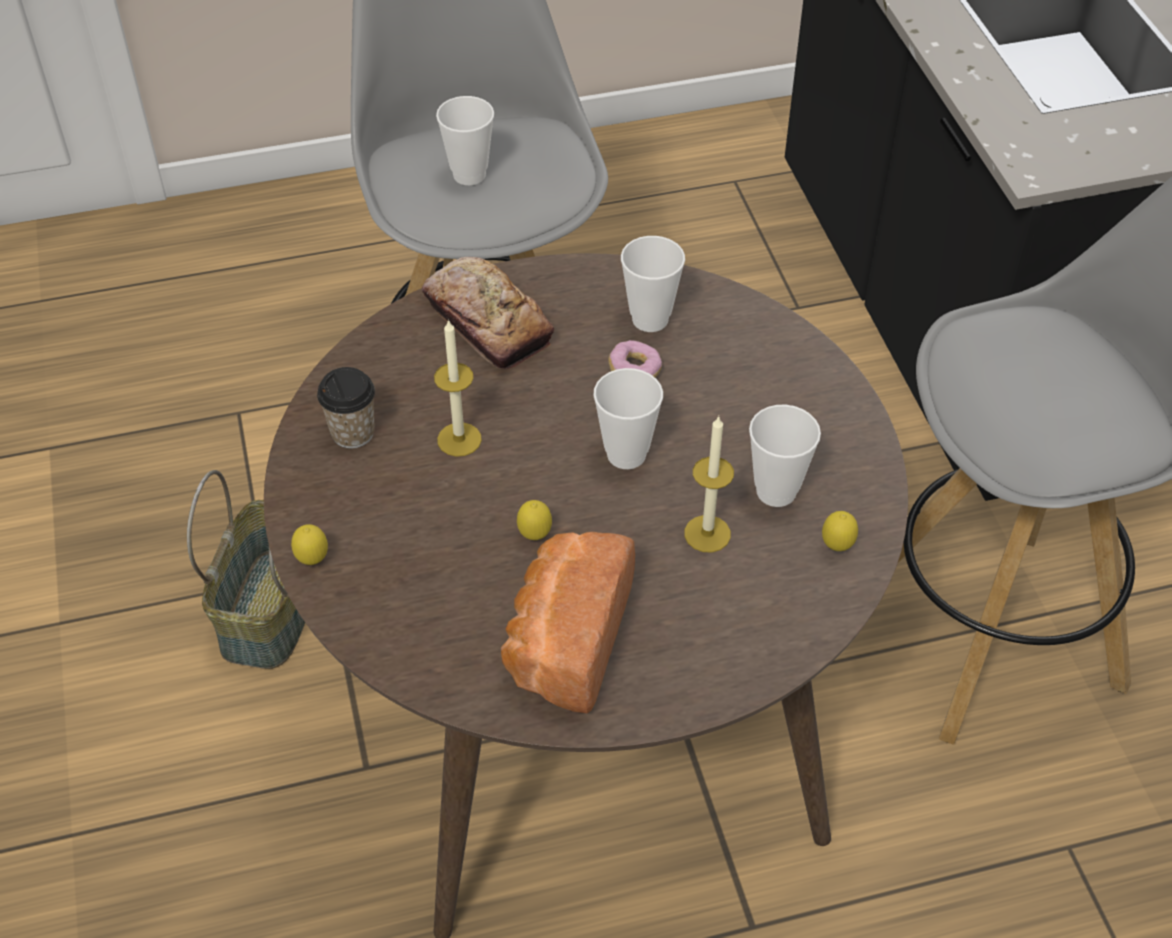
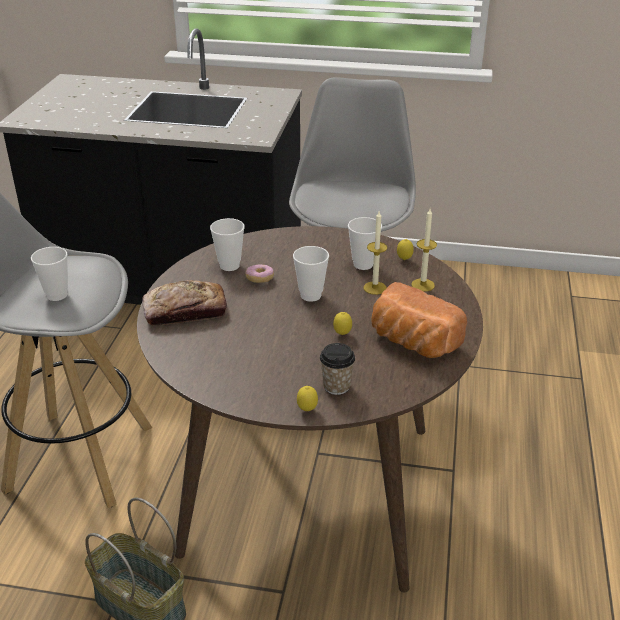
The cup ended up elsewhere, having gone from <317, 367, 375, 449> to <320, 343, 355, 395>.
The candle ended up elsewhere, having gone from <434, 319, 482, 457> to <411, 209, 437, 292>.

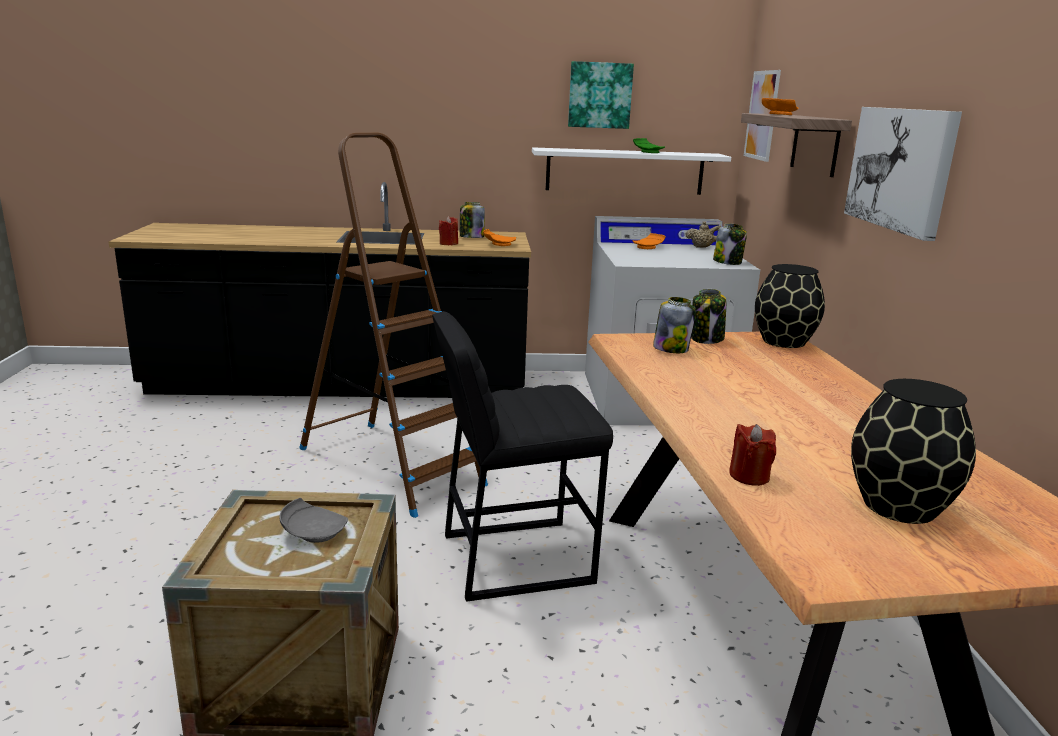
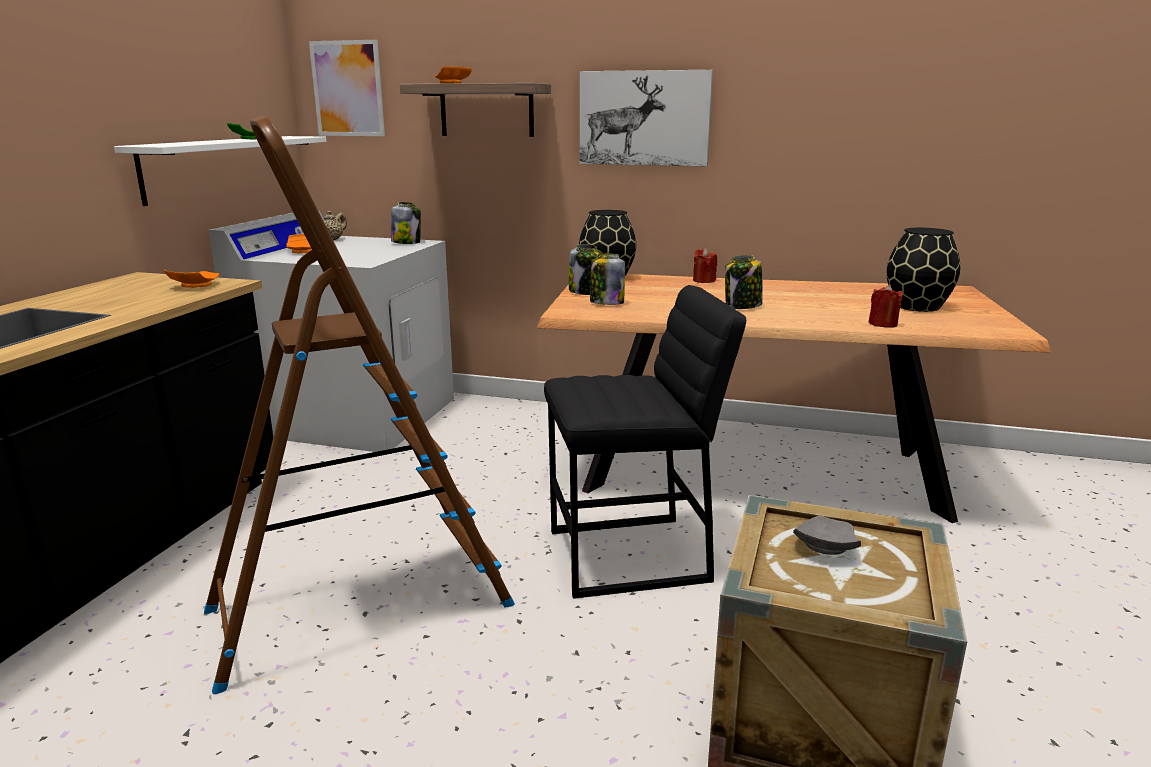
The second view lost the picture at <568, 61, 634, 129>.
The red_candle ended up elsewhere, having gone from <439, 216, 458, 245> to <693, 248, 717, 283>.
The jar ended up elsewhere, having gone from <460, 202, 485, 238> to <725, 255, 763, 309>.
The black_chair at <432, 311, 613, 602> ended up facing another way, 105 degrees counterclockwise from before.

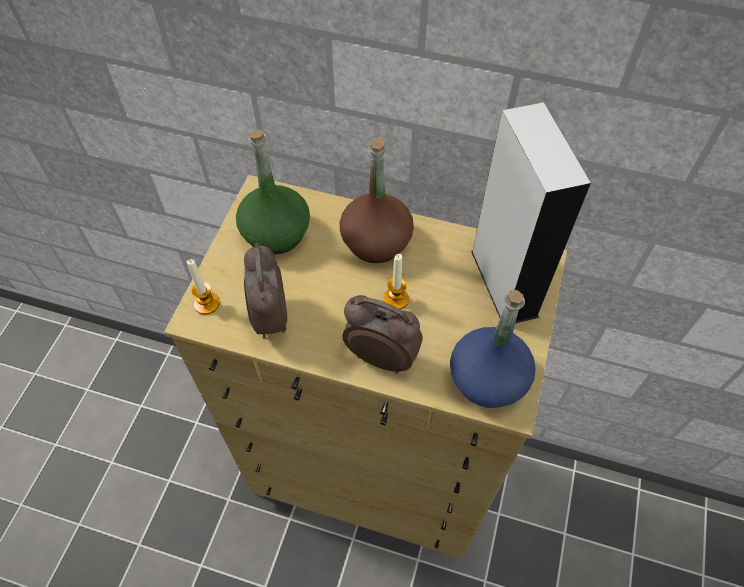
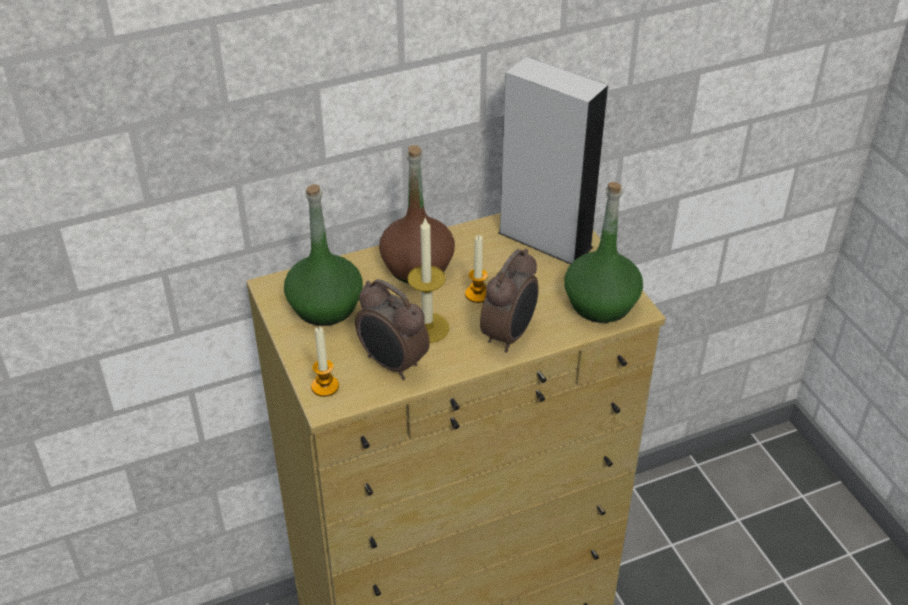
The second view gained the candle at <407, 217, 449, 343>.
What was the blue_bottle at <450, 290, 536, 408> turned into the green_bottle at <564, 182, 643, 323>.
The alarm_clock at <342, 295, 423, 374> ended up facing another way, 135 degrees clockwise from before.

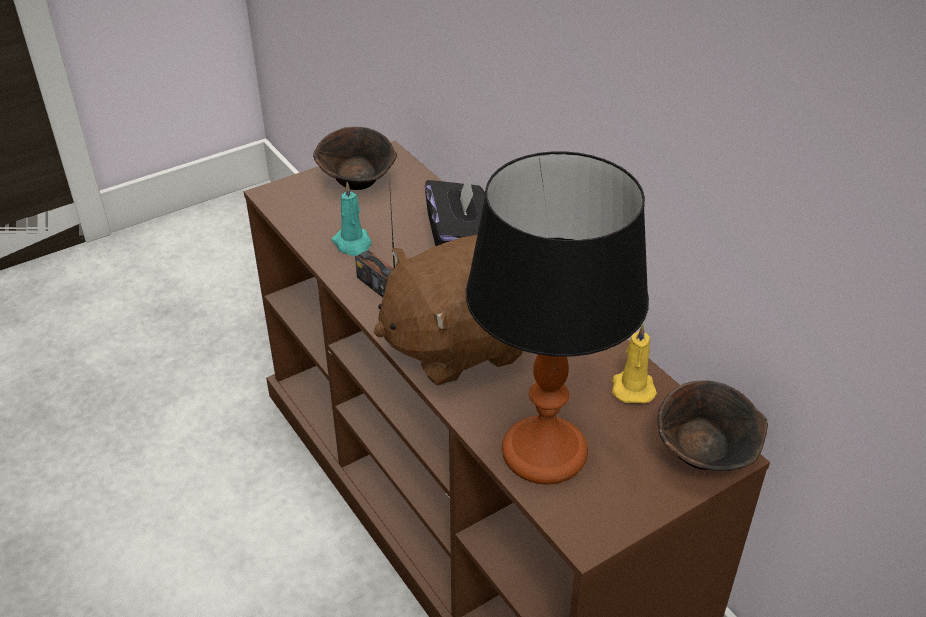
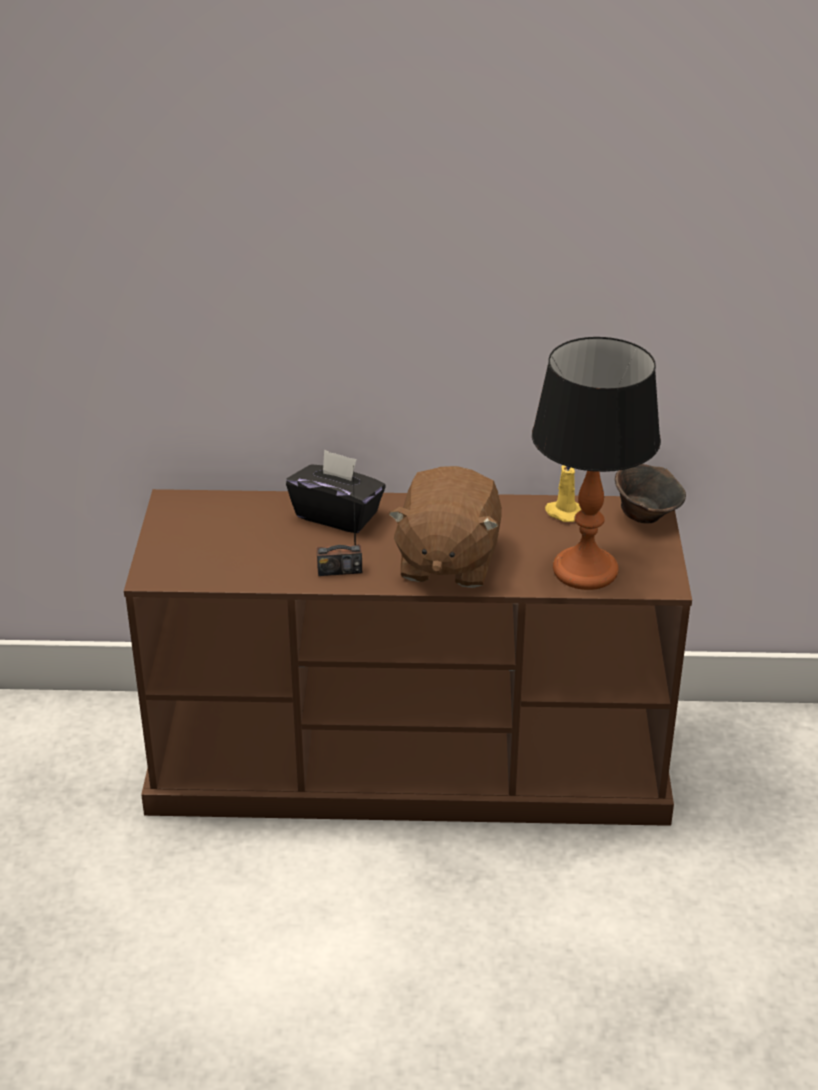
The second view lost the brown_bowl at <313, 127, 397, 190>.
The second view lost the turquoise_candle at <332, 182, 371, 257>.

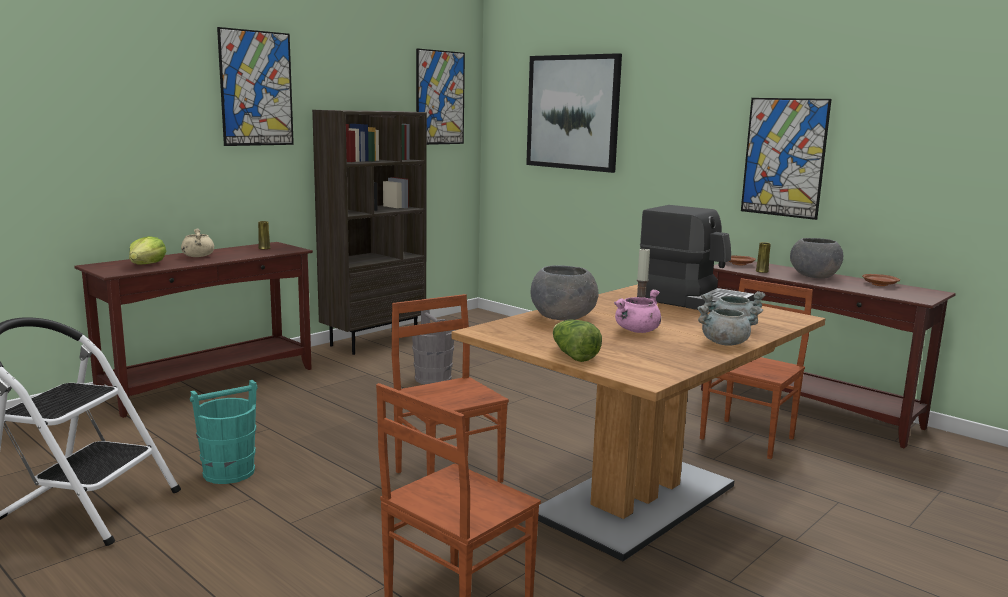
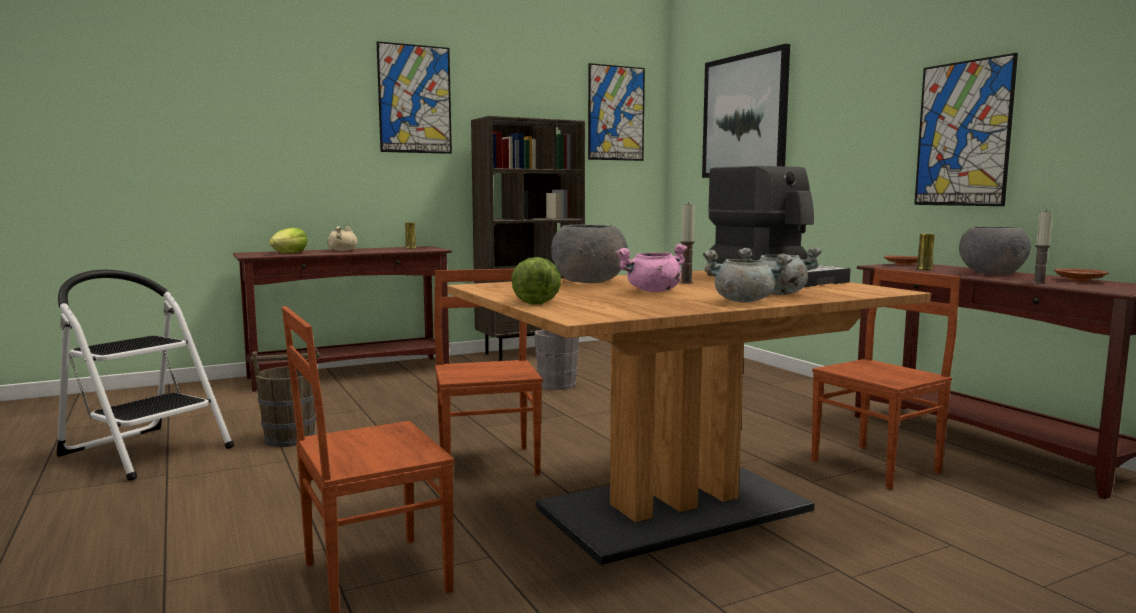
The second view gained the candle at <1032, 212, 1053, 284>.
What was the turquoise_bucket at <190, 380, 258, 484> turned into the brown_bucket at <250, 348, 320, 447>.

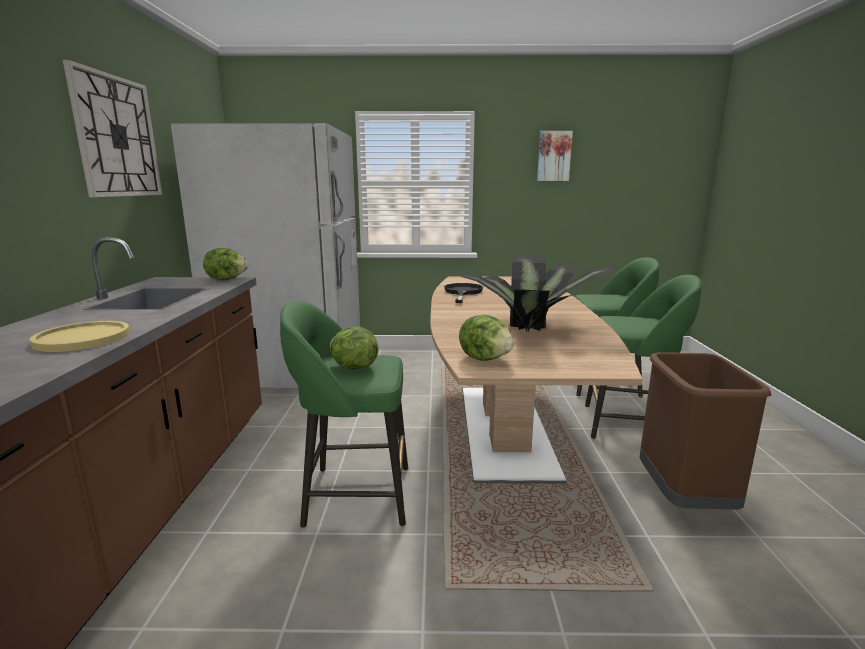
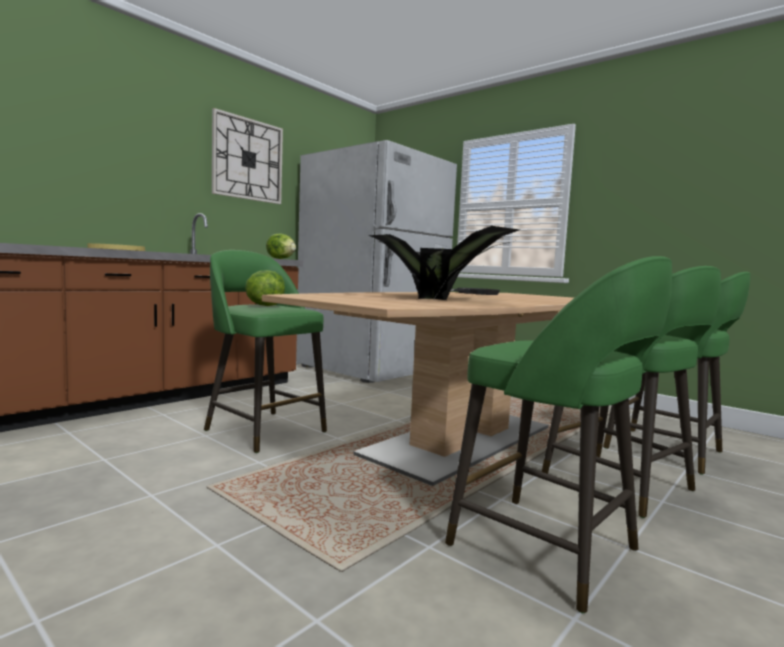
The second view lost the lettuce at <459, 315, 514, 361>.
The second view lost the picture at <537, 131, 573, 181>.
Where the brown_trash_can stood at <640, 352, 771, 510>, the green_stool came to stand at <445, 256, 672, 613>.

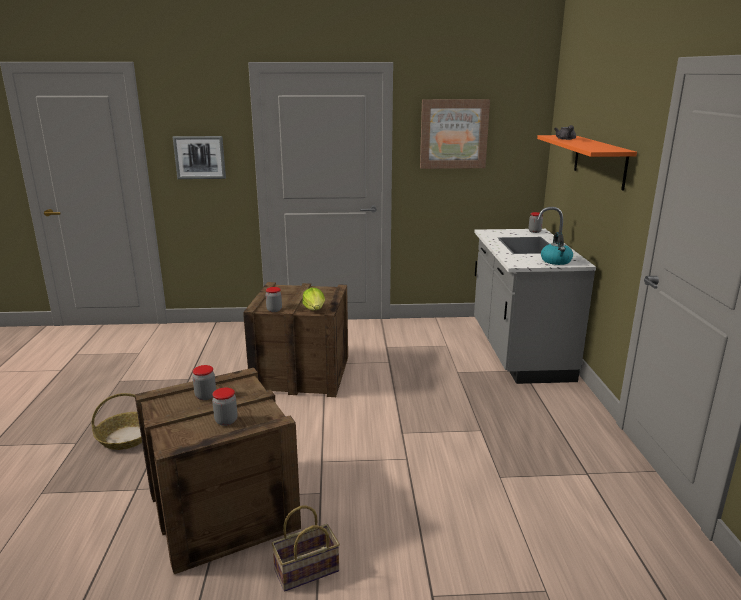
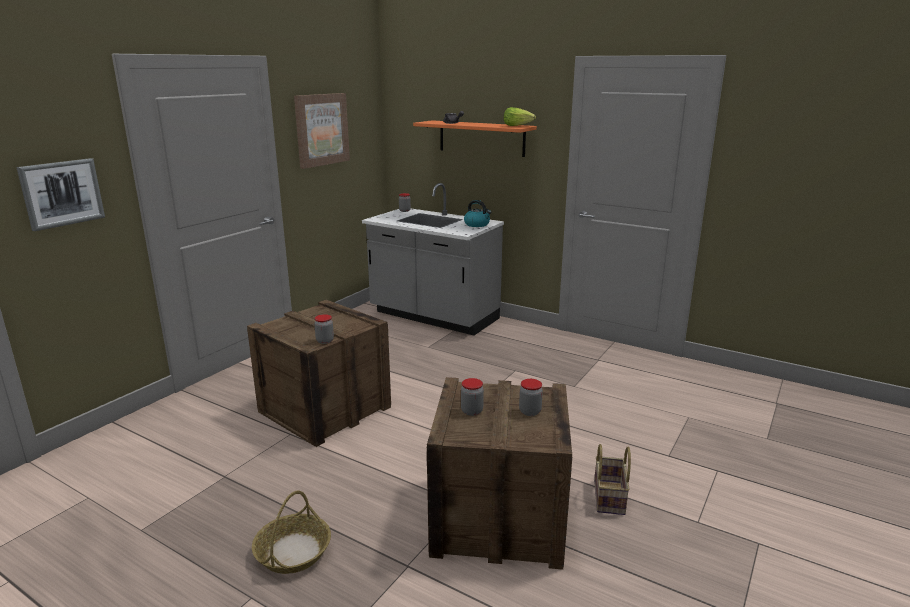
The lettuce ended up elsewhere, having gone from <302, 287, 325, 310> to <504, 107, 536, 126>.

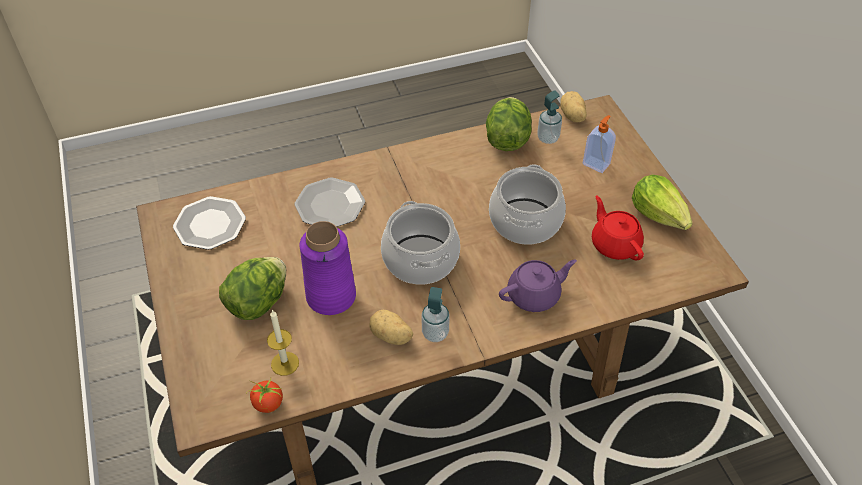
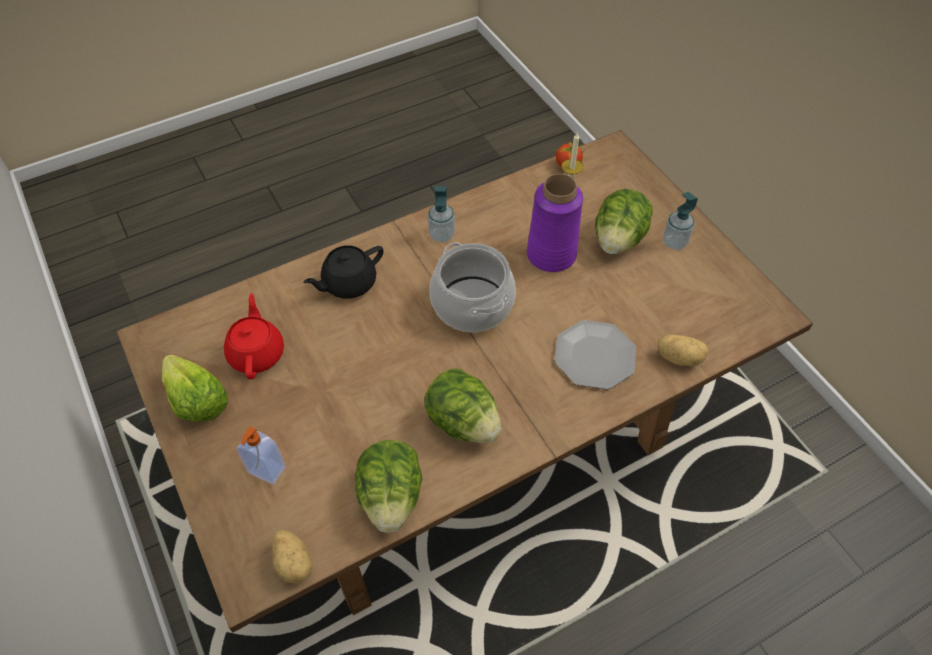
The second view lost the plate at <173, 196, 246, 250>.
The second view lost the cooking_pot at <489, 164, 566, 245>.
The second view gained the lettuce at <424, 368, 502, 443>.
The potato ended up elsewhere, having gone from <370, 310, 413, 345> to <658, 335, 708, 366>.
The soap_dispenser ended up elsewhere, having gone from <537, 90, 562, 144> to <663, 192, 698, 250>.
What was the purple_teapot at <499, 259, 577, 312> turned into the black_teapot at <303, 245, 384, 299>.
The red_teapot at <592, 196, 644, 260> ended up facing another way, 150 degrees counterclockwise from before.

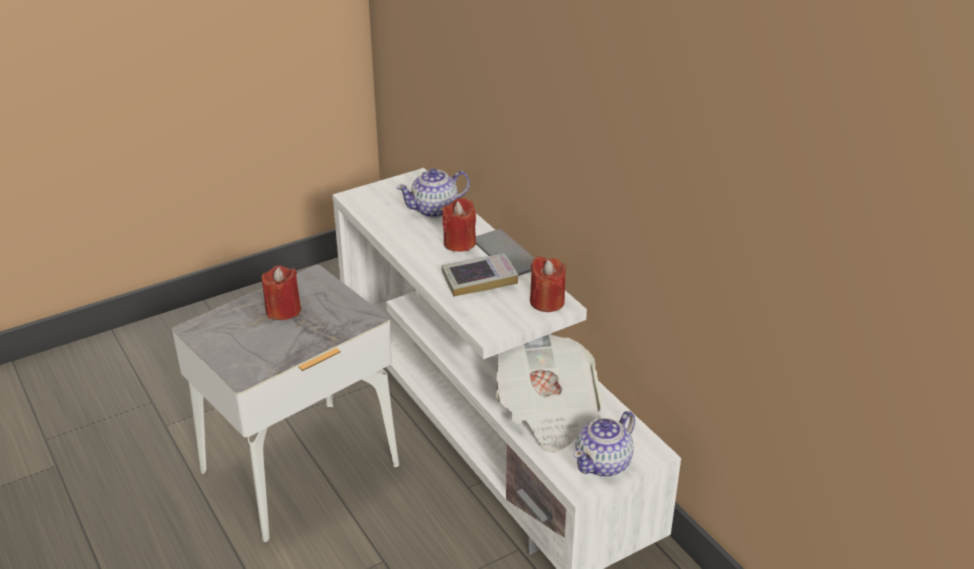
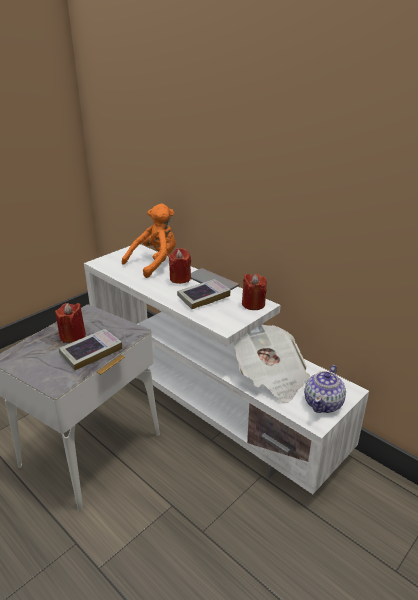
The second view gained the book at <59, 329, 122, 370>.
Where the teapot stood at <396, 168, 470, 218>, the orange_plush_toy came to stand at <122, 204, 176, 278>.

